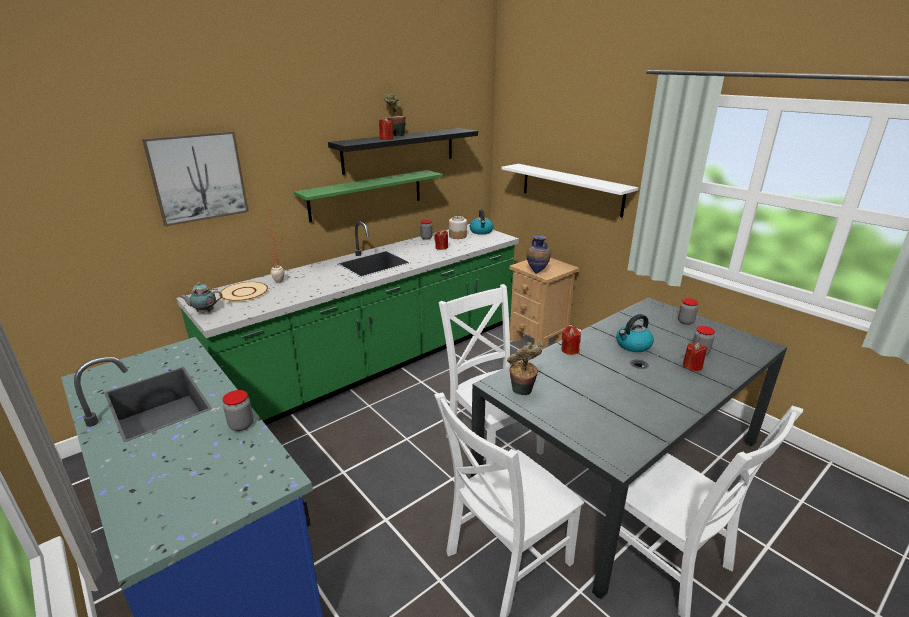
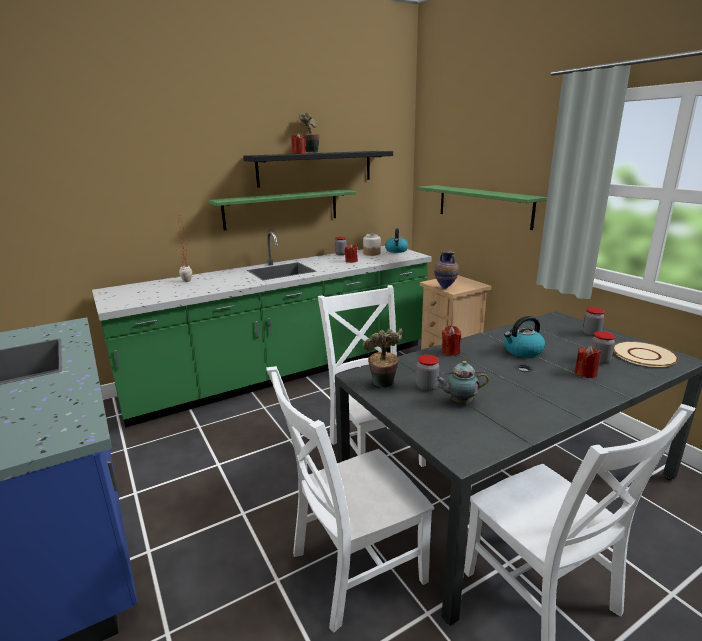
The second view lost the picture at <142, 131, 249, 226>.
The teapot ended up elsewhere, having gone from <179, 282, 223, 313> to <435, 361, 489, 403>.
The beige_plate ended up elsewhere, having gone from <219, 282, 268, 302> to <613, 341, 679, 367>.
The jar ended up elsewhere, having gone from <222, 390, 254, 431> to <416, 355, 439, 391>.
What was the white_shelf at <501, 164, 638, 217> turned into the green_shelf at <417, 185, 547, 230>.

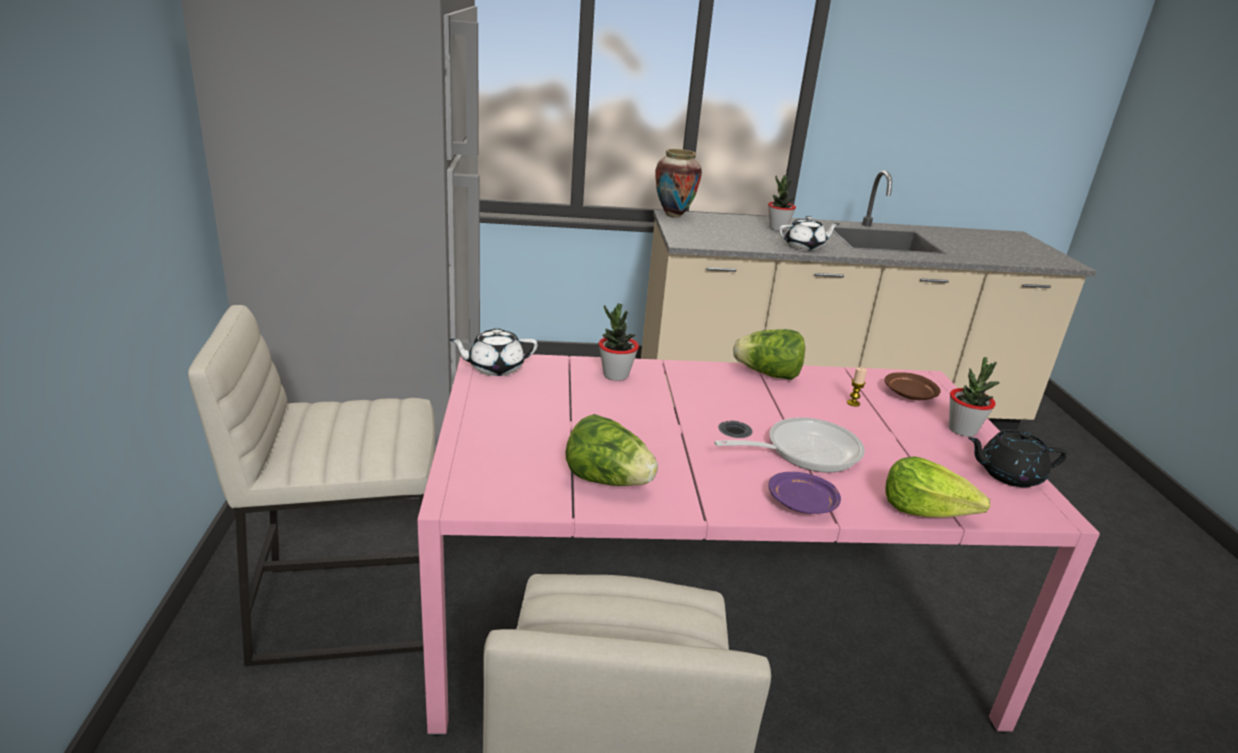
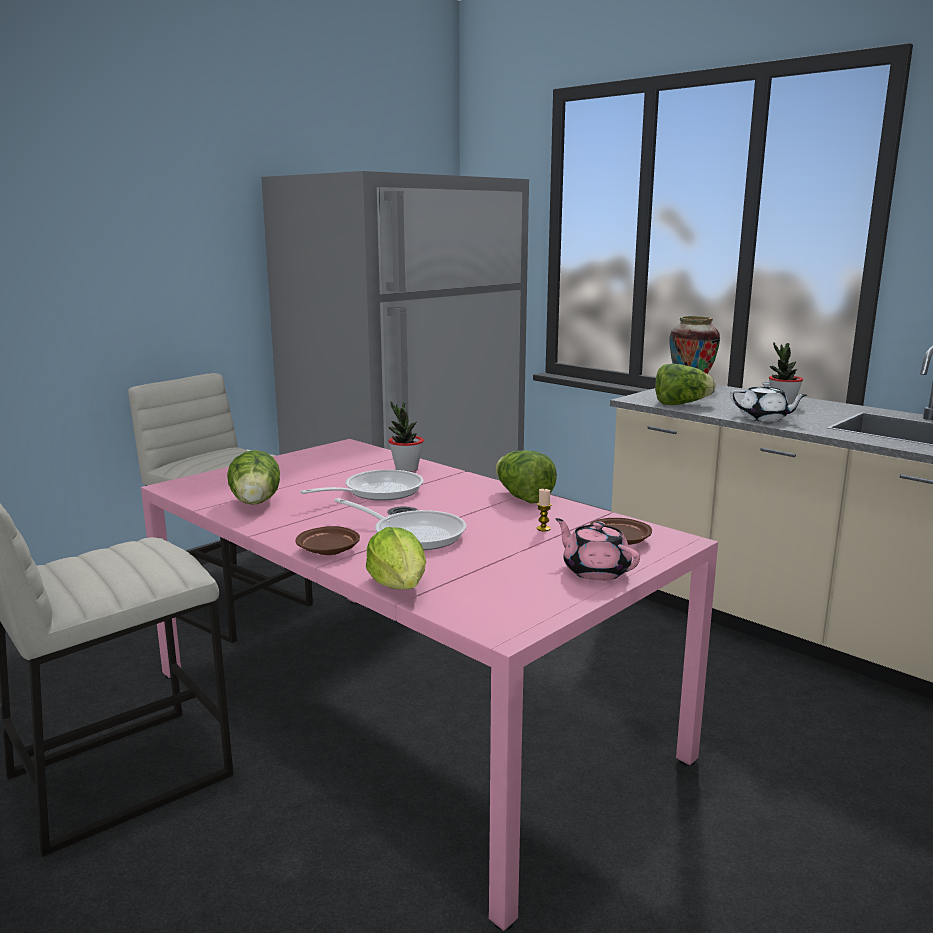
The second view lost the white_teapot at <449, 328, 538, 376>.
The second view lost the black_teapot at <968, 430, 1067, 488>.
The second view gained the frying_pan at <300, 470, 424, 500>.
The second view gained the lettuce at <655, 364, 716, 405>.
Where the potted_plant stood at <949, 357, 1000, 437>, the pink_teapot came to stand at <556, 518, 640, 581>.
What was the purple_plate at <768, 472, 841, 514> turned into the brown_plate at <295, 526, 360, 555>.

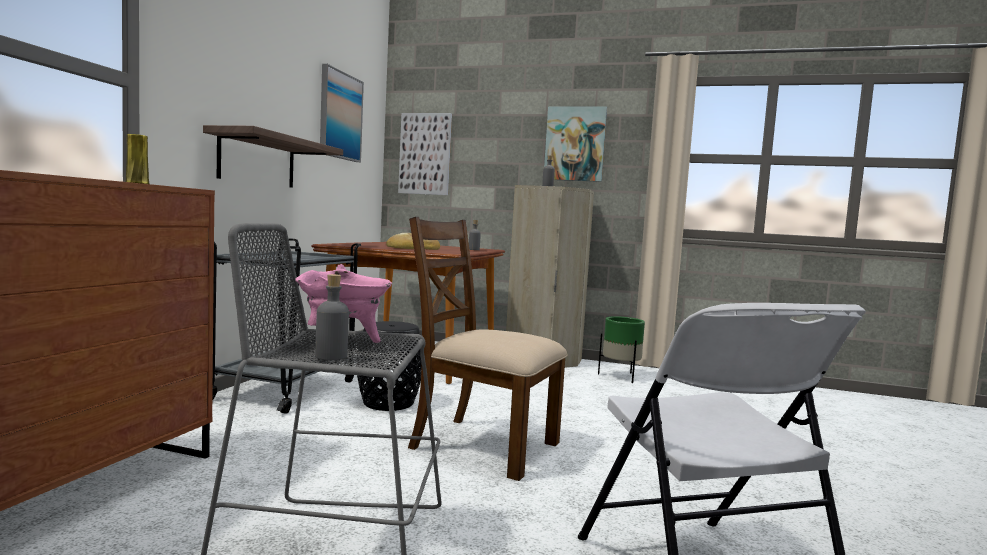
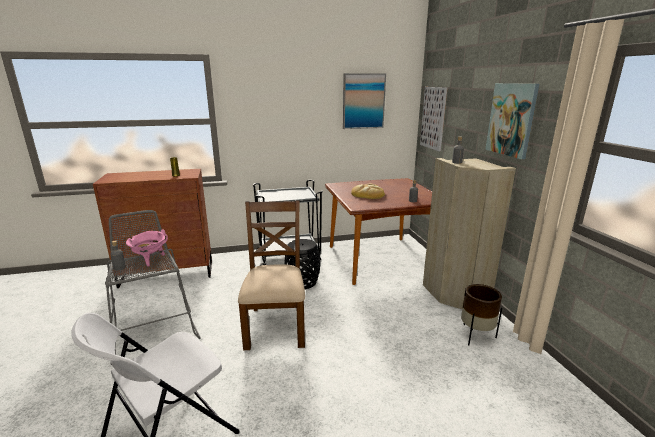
The second view lost the shelf at <203, 125, 343, 188>.
What was the green_planter at <598, 316, 645, 383> turned into the brown_planter at <461, 284, 502, 345>.

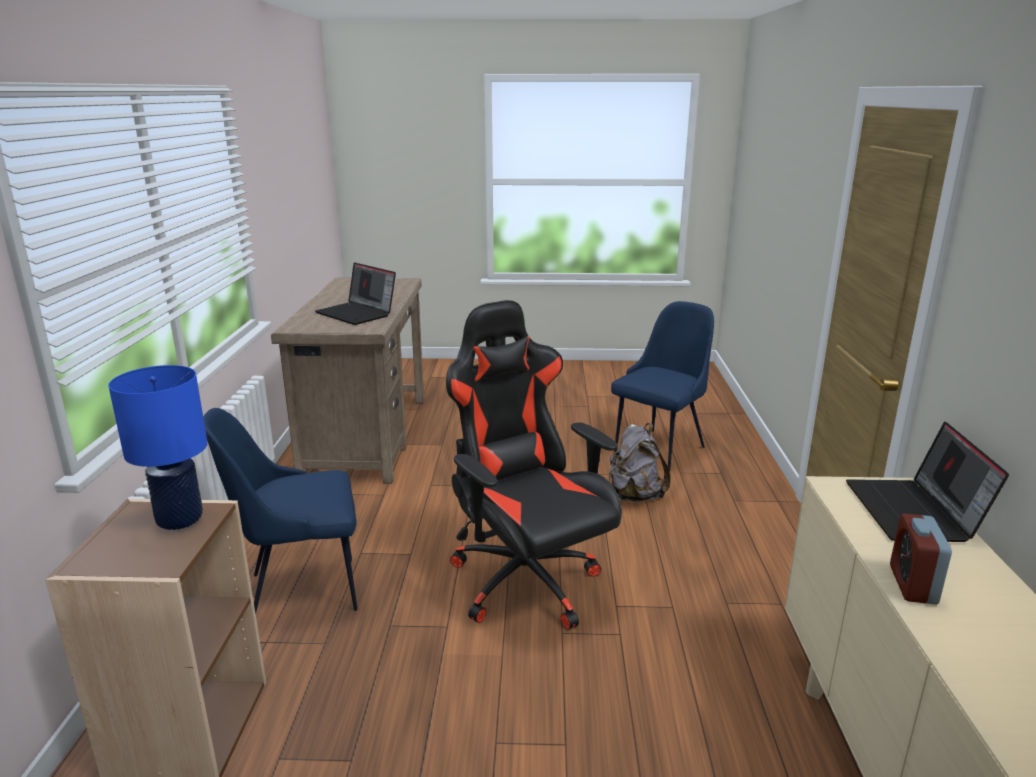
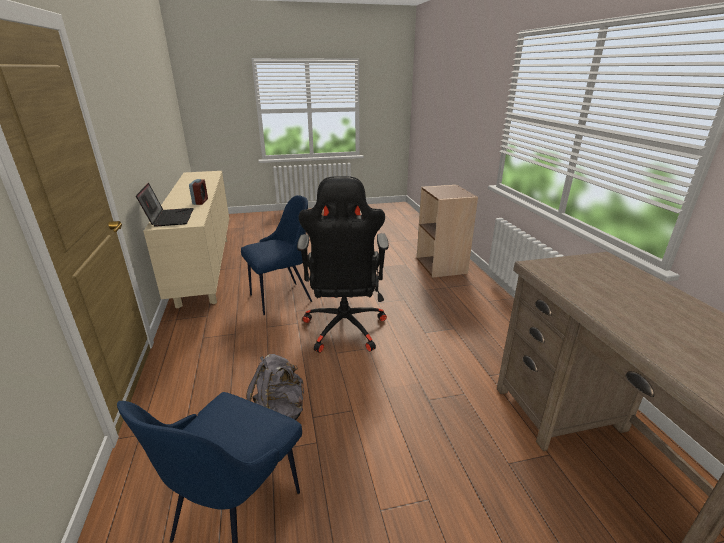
The second view lost the blue_table_lamp at <108, 365, 208, 530>.
The second view lost the laptop at <315, 262, 396, 325>.
The blue_chair ended up elsewhere, having gone from <203, 408, 357, 614> to <241, 195, 312, 316>.
The black_office_chair at <446, 300, 622, 629> ended up facing another way, 45 degrees clockwise from before.

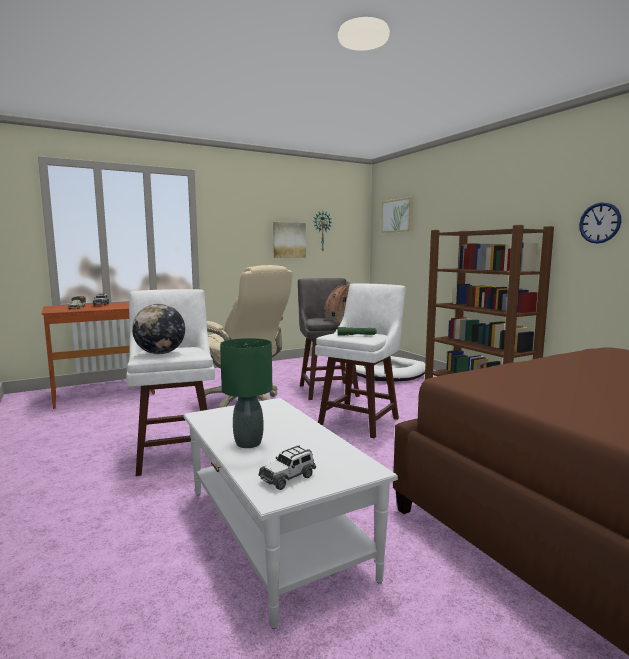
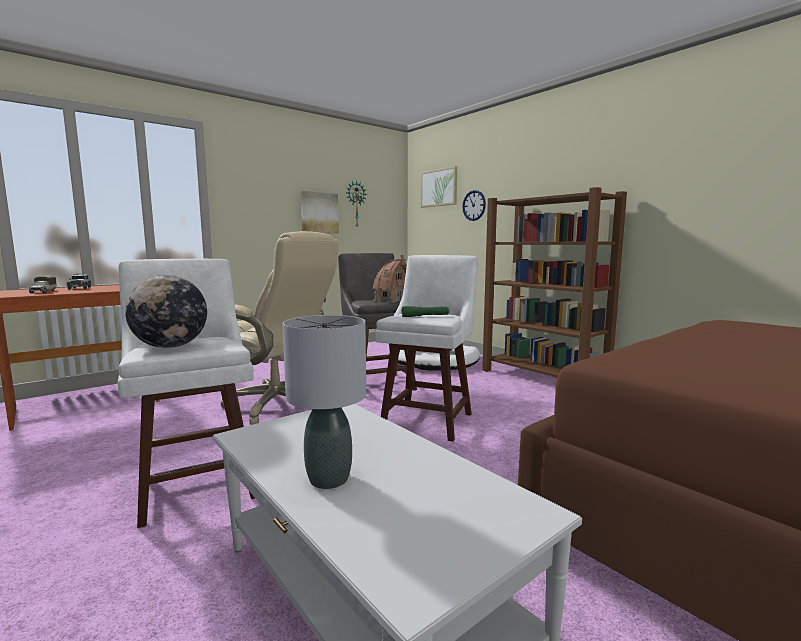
The second view lost the toy_car at <258, 445, 316, 490>.
The wall_clock ended up elsewhere, having gone from <579, 202, 621, 244> to <462, 190, 486, 221>.
What was the green_table_lamp at <220, 338, 272, 448> turned into the grey_table_lamp at <282, 315, 366, 489>.

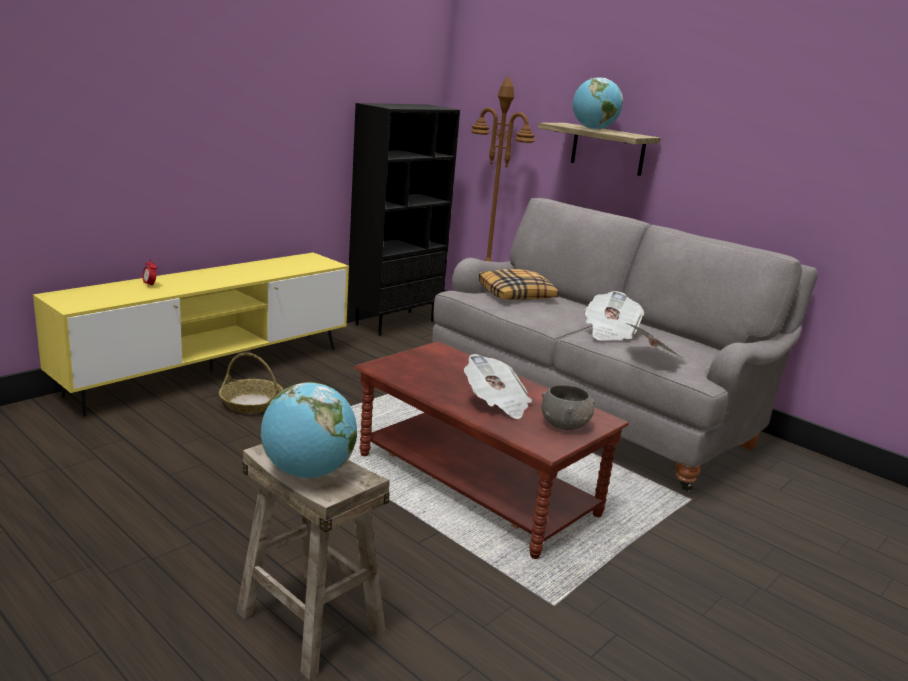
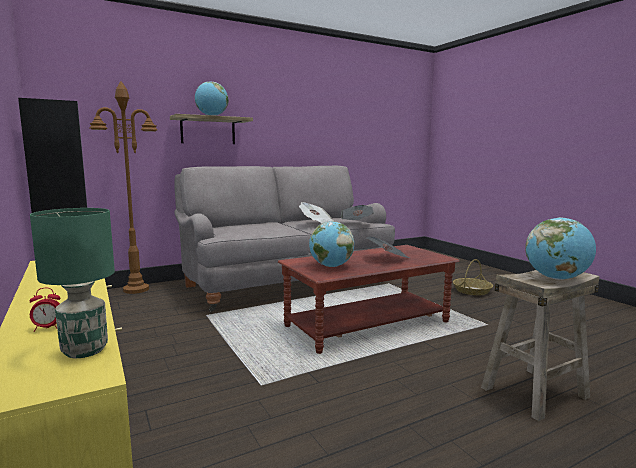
The second view lost the pillow at <479, 269, 559, 300>.
The second view lost the grey_bowl at <542, 385, 595, 430>.
The second view gained the green_table_lamp at <30, 208, 115, 358>.
The second view gained the globe at <309, 222, 354, 267>.
The basket ended up elsewhere, having gone from <219, 353, 284, 413> to <453, 259, 493, 295>.

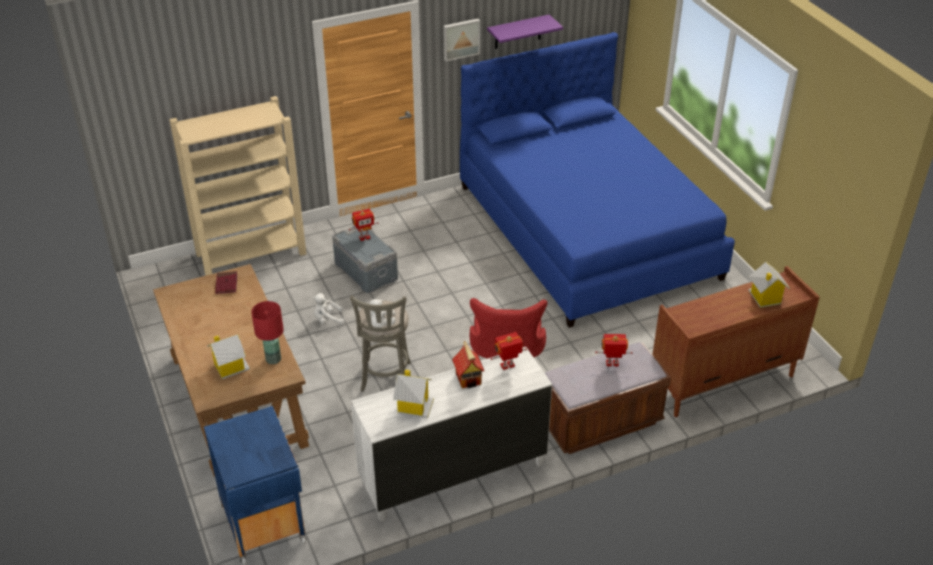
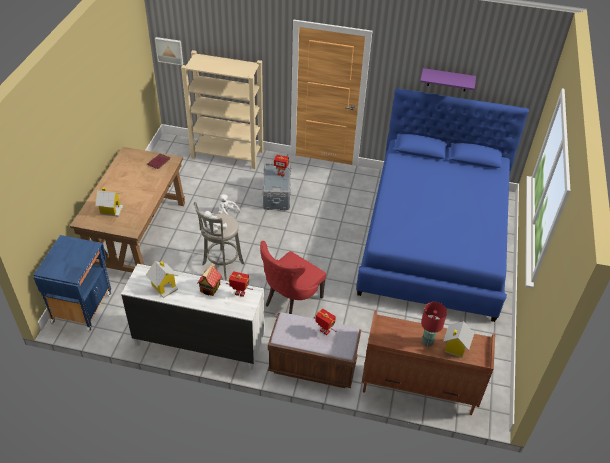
The red_table_lamp ended up elsewhere, having gone from <251, 301, 284, 364> to <421, 302, 447, 347>.
The picture ended up elsewhere, having gone from <443, 19, 480, 61> to <155, 37, 183, 65>.

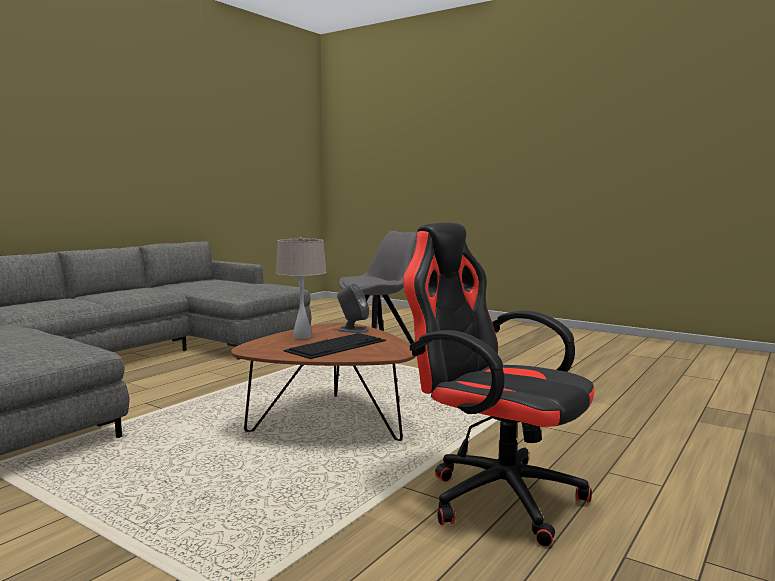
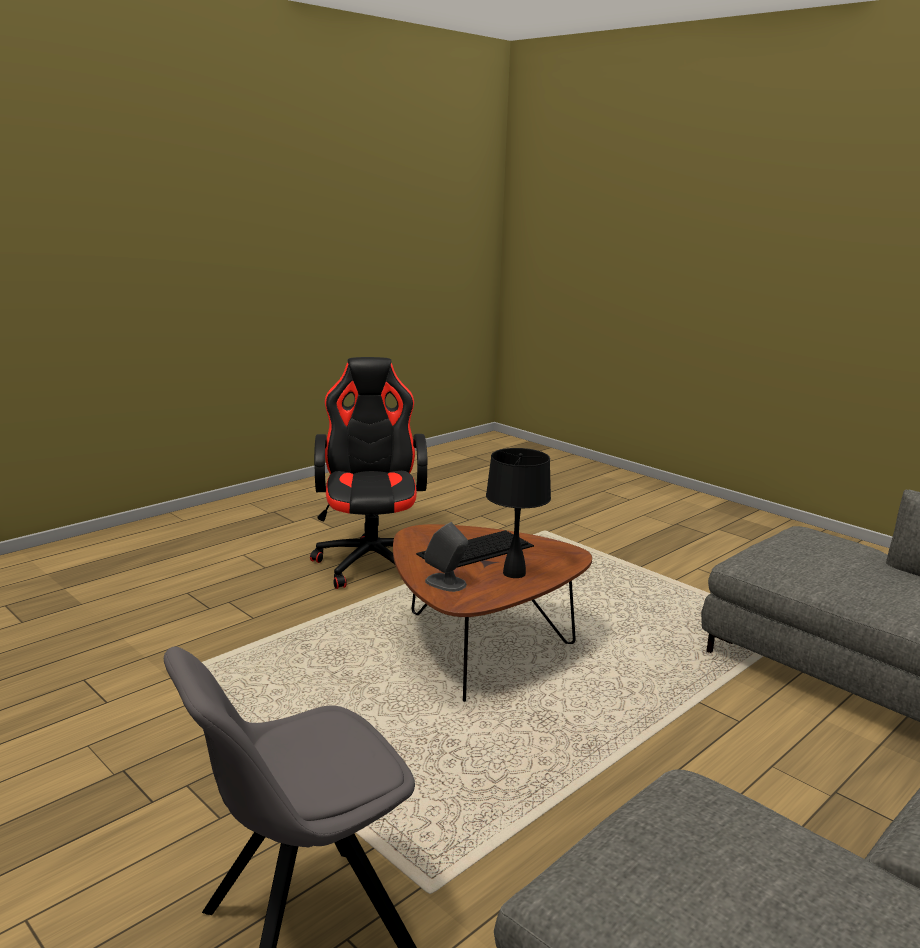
What was the beige_table_lamp at <276, 237, 327, 339> turned into the black_table_lamp at <486, 448, 551, 578>.
The black_office_chair at <403, 222, 594, 547> ended up facing another way, 150 degrees counterclockwise from before.

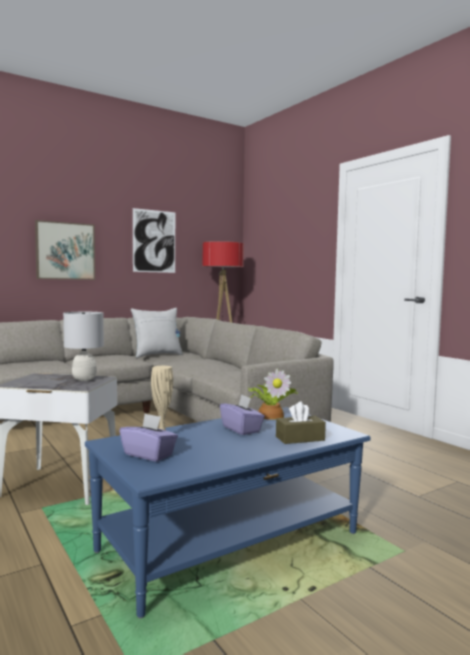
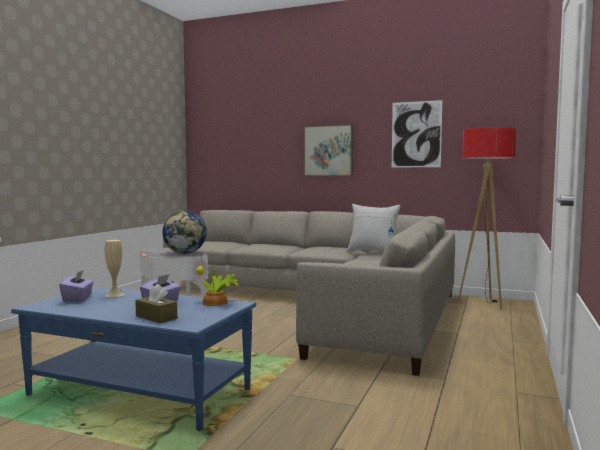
Where the grey_table_lamp stood at <63, 312, 104, 381>, the globe came to stand at <162, 210, 207, 254>.

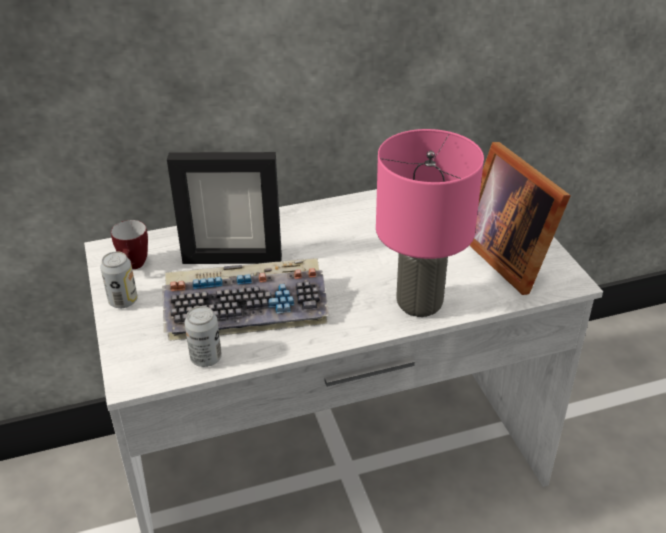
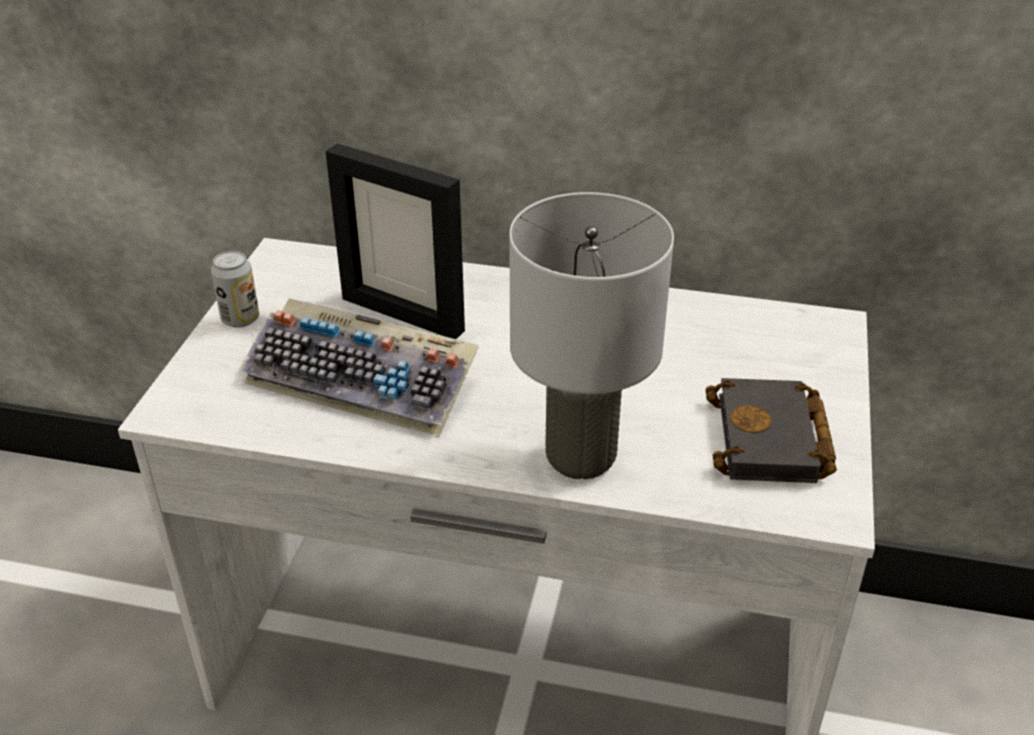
The second view lost the mug at <111, 220, 148, 269>.
The second view lost the can at <184, 306, 222, 367>.
Where the picture_frame stood at <469, 142, 571, 295>, the black_book came to stand at <705, 378, 837, 483>.
What was the pink_table_lamp at <376, 129, 484, 317> turned into the white_table_lamp at <509, 192, 674, 479>.

